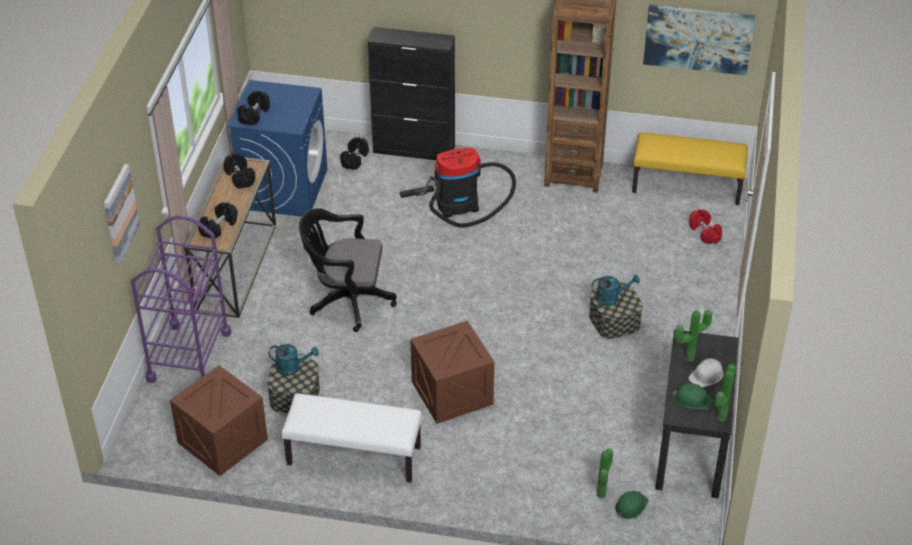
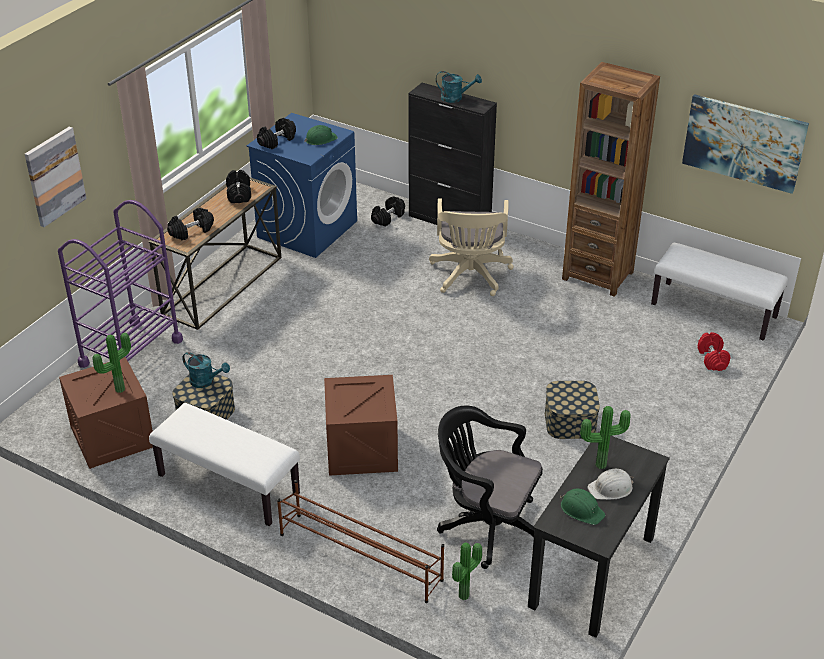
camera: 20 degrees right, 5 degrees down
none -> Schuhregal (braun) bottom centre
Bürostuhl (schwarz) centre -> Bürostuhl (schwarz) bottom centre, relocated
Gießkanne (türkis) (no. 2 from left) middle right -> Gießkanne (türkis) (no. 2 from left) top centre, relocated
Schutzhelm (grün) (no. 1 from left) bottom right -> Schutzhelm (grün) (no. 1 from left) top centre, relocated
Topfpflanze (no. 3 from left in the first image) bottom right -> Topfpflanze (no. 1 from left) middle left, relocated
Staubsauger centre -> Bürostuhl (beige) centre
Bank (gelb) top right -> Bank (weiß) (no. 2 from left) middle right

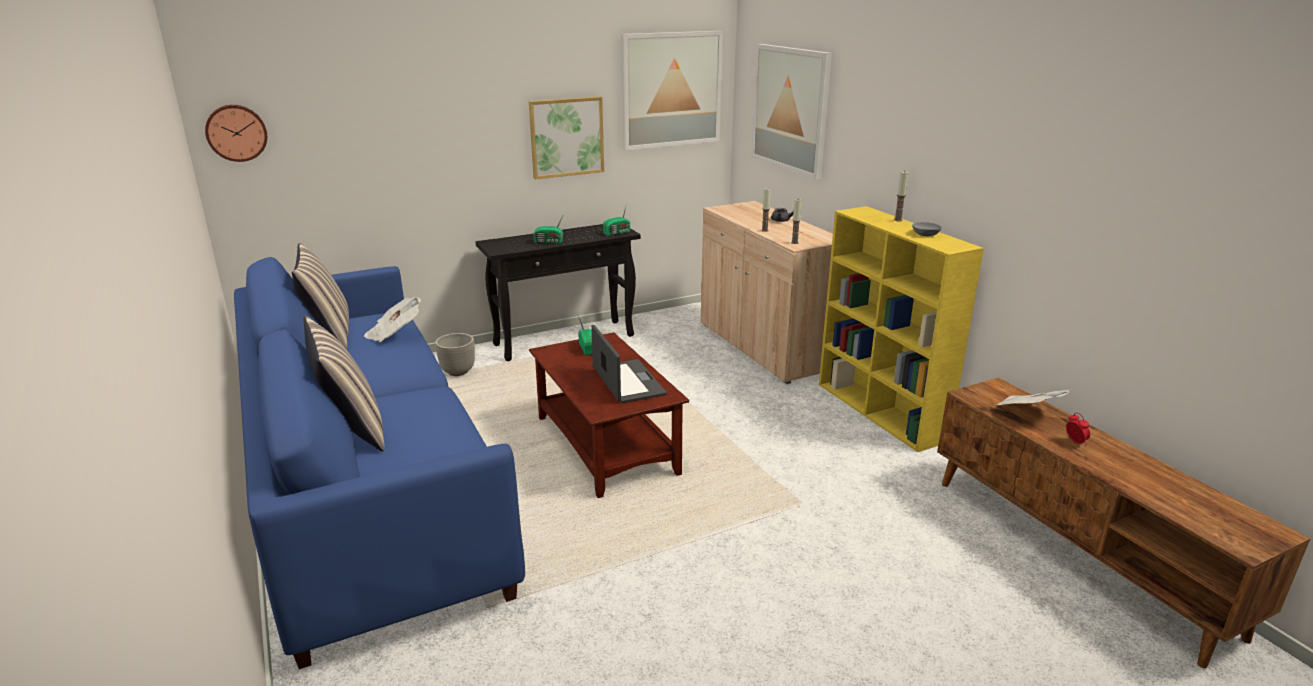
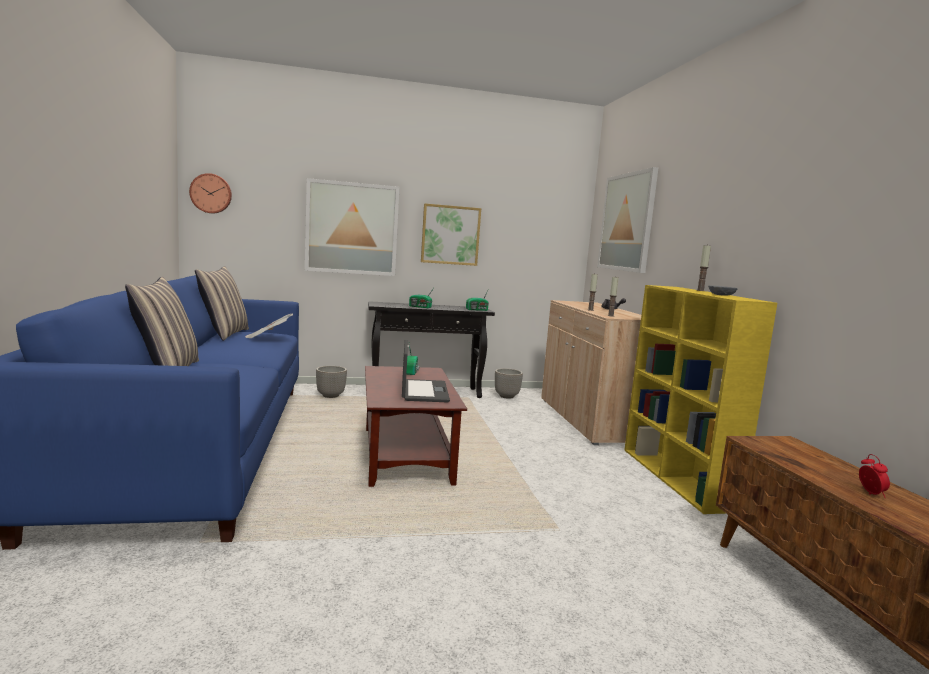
camera: 15 degrees right, 15 degrees down
Zeitung (no. 2 from left) middle right -> none
none -> Pflanzkübel (no. 2 from left) centre
Bild (no. 2 from left in the first image) top centre -> Bild (no. 1 from left) centre, relocated

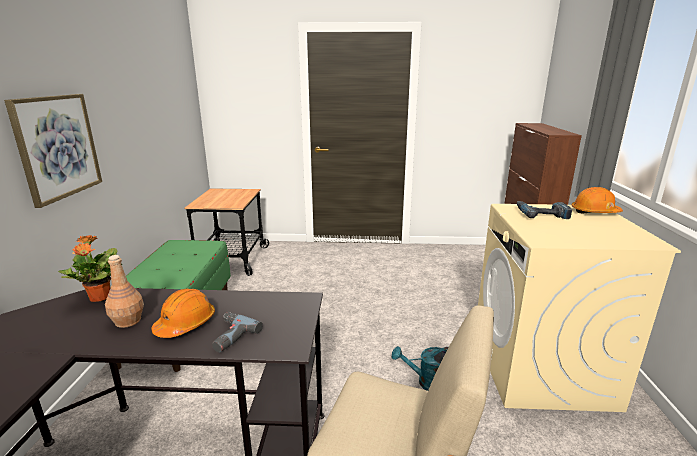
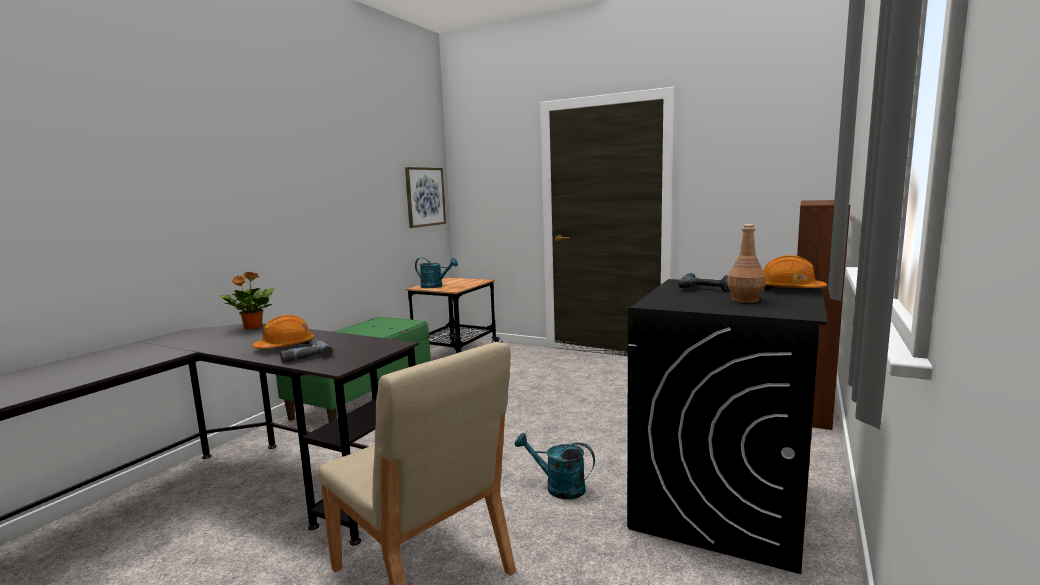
camera: 25 degrees right, 10 degrees down
none -> Gießkanne (türkis) (no. 1 from left) centre
Bild top left -> Bild centre, relocated
Flasche (braun) middle left -> Flasche (braun) middle right, relocated
Waschmaschine (beige) bottom right -> Waschmaschine (schwarz) bottom right

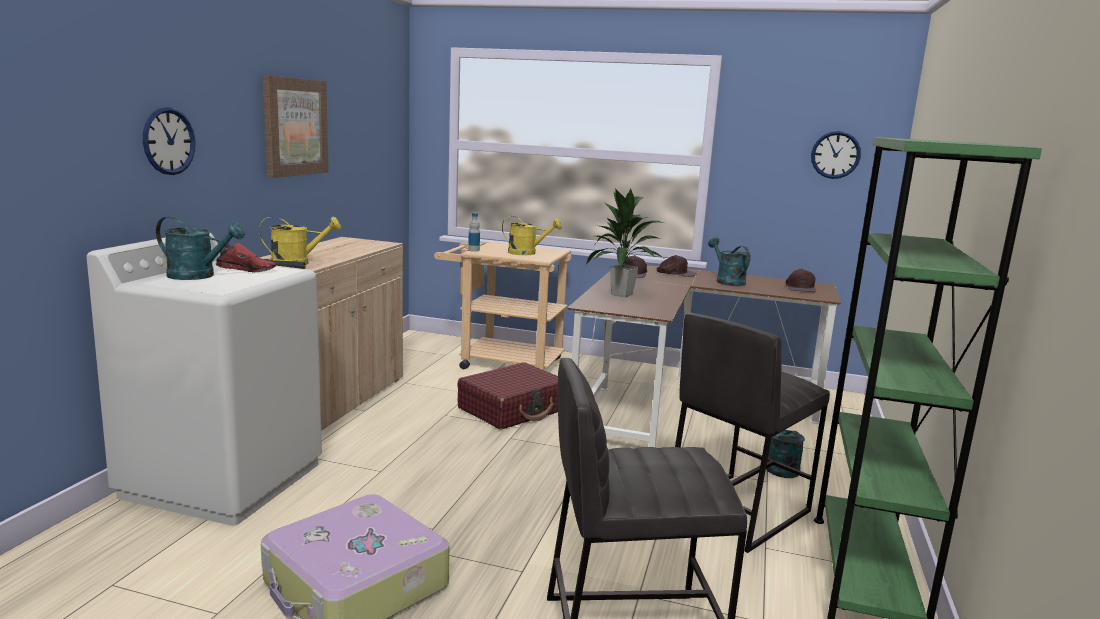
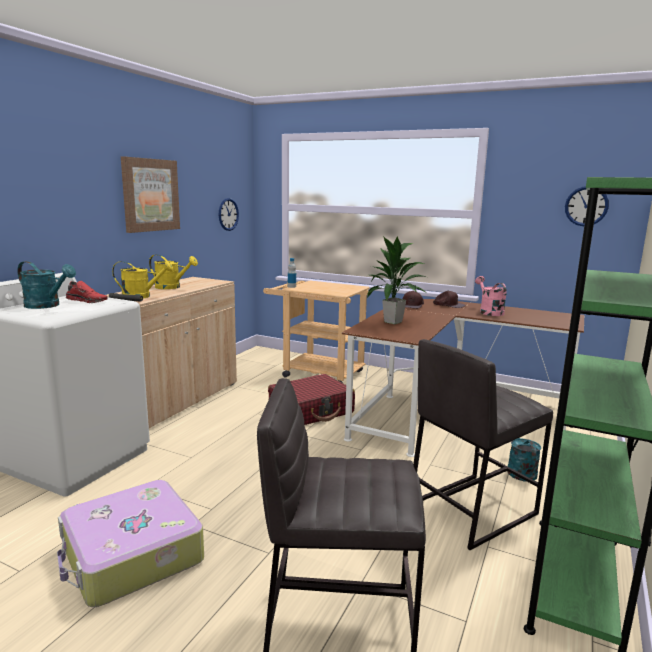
camera: 10 degrees right, 0 degrees up
Kappe (braun) (no. 3 from left) middle right -> none
Wanduhr (no. 1 from left) top left -> Wanduhr (no. 1 from left) top centre, relocated
Gießkanne (gelb) (no. 2 from left) centre -> Gießkanne (gelb) (no. 2 from left) middle left, relocated
Gießkanne (türkis) (no. 2 from left) centre -> Gießkanne (rosa) middle right

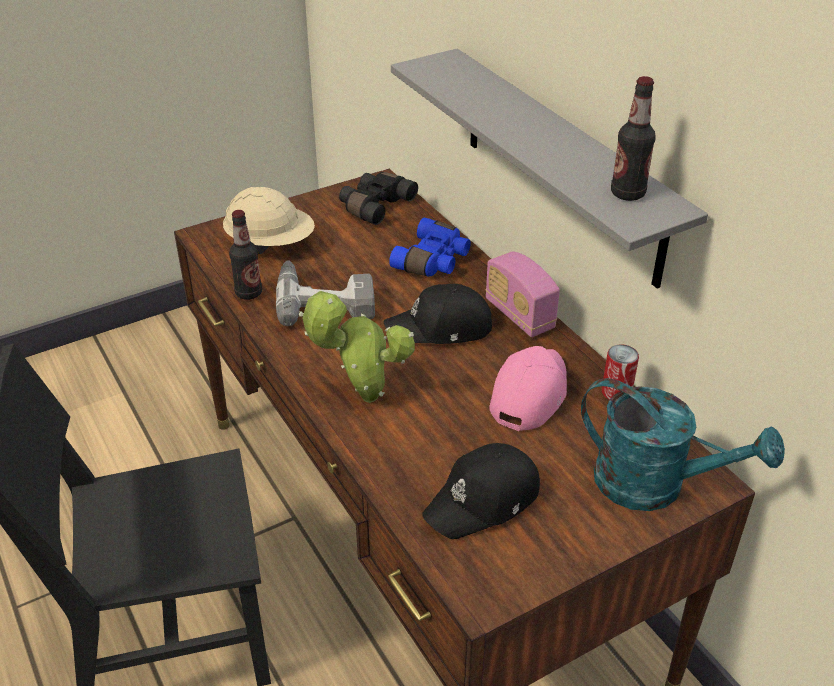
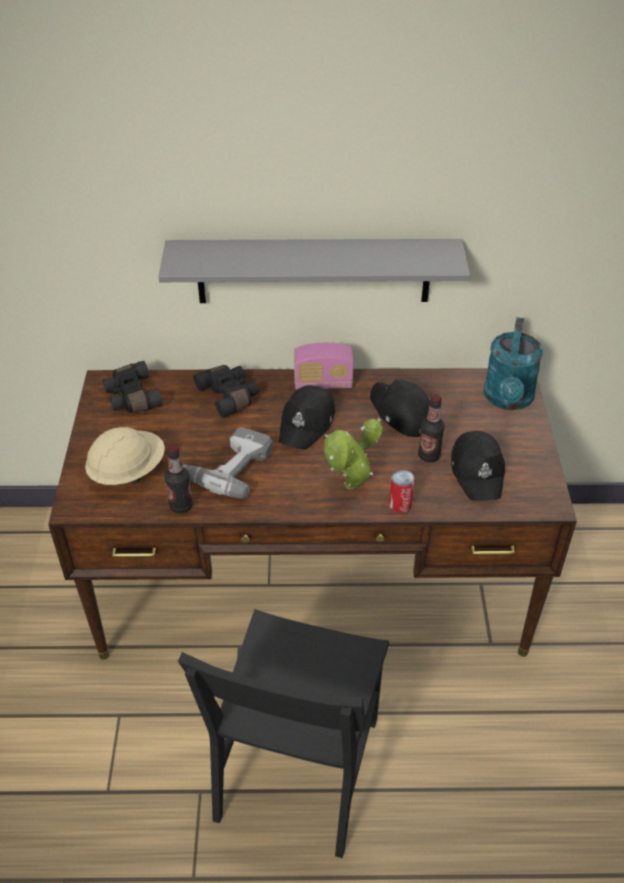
camera: 60 degrees left, 5 degrees up
Dose middle right -> Dose centre, relocated
Flasche (no. 2 from left) top right -> Flasche (no. 2 from left) middle right, relocated
Fernglas (blau) centre -> Fernglas (schwarz) (no. 2 from left) centre
Kappe (rosa) centre -> Kappe (schwarz) (no. 2 from left) centre
Gießkanne (türkis) middle right, 135 degrees clockwise

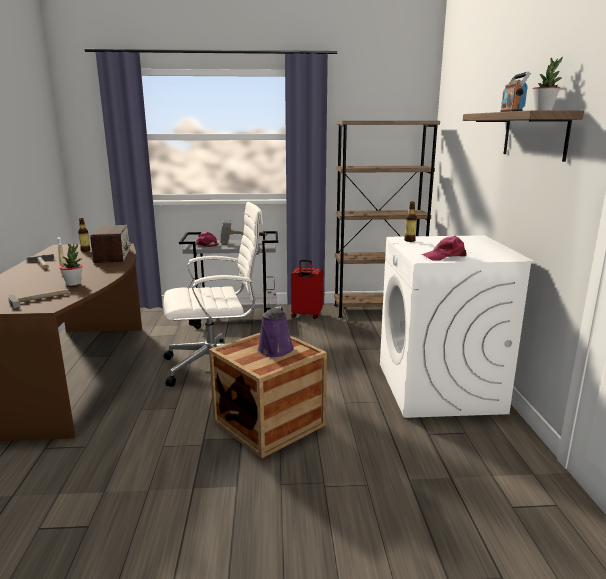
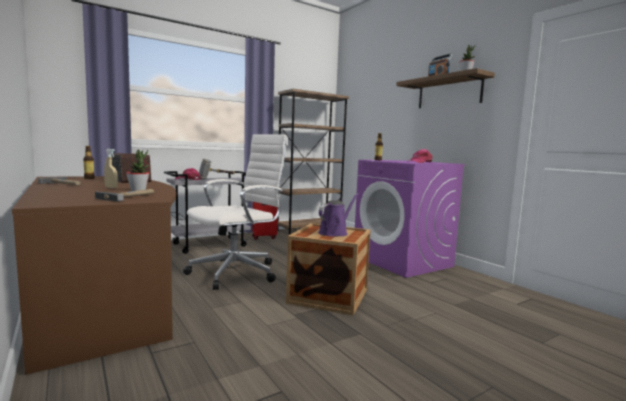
camera: 30 degrees left, 10 degrees down
Waschmaschine (weiß) middle right -> Waschmaschine (lila) centre
Gießkanne (lila) centre, 120 degrees counterclockwise

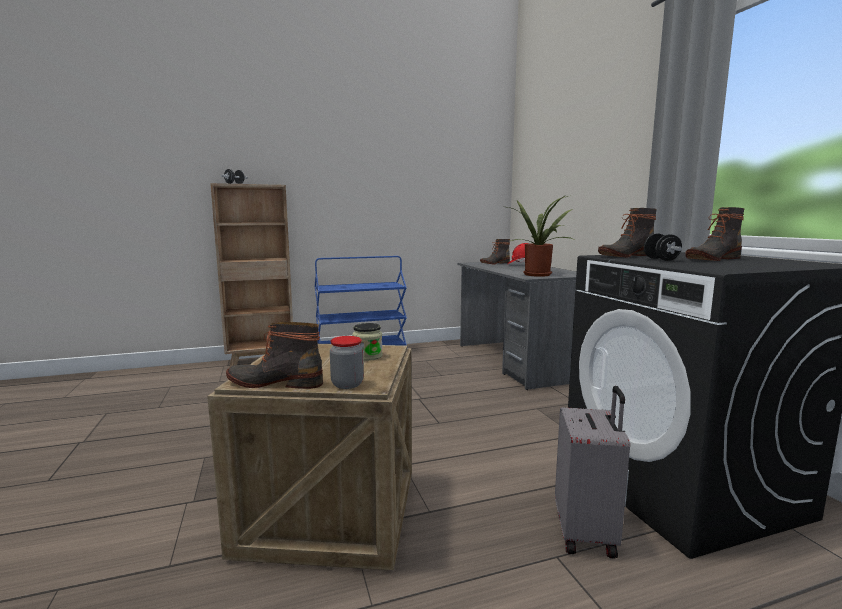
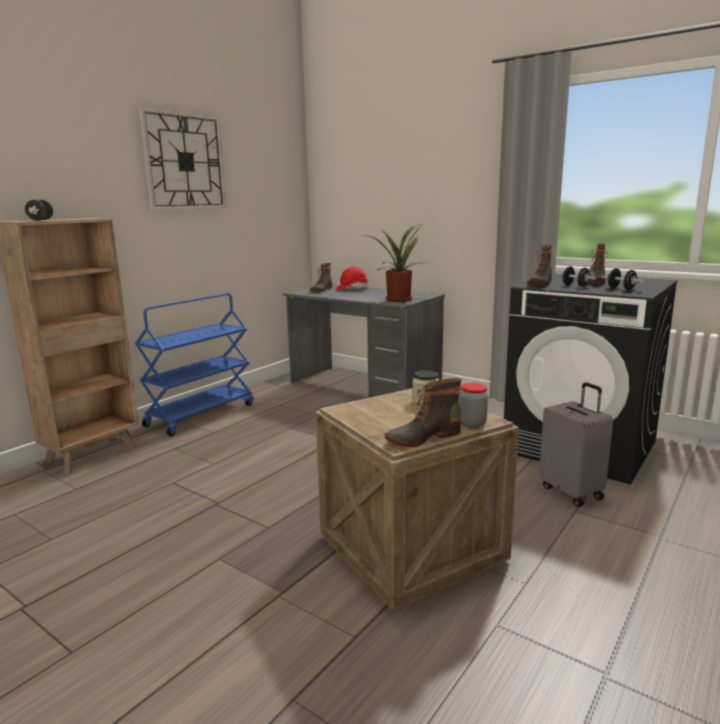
camera: 35 degrees left, 5 degrees up
none -> Wanduhr top left
none -> Hantel (schwarz) (no. 3 from left) middle right

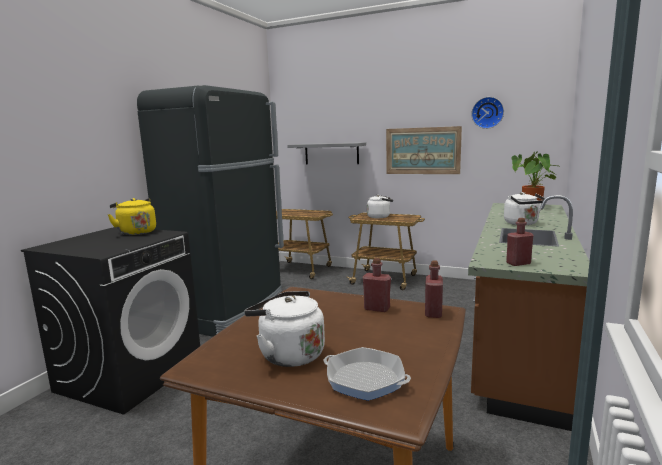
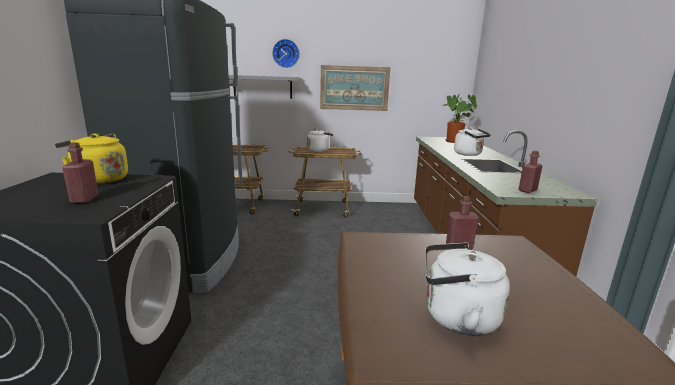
camera: 25 degrees left, 5 degrees up
Pfanne bottom centre -> none
Flasche (rot) (no. 2 from left in the first image) centre -> Flasche (rot) (no. 1 from left) middle left, relocated
Wanduhr top right -> Wanduhr top centre, relocated

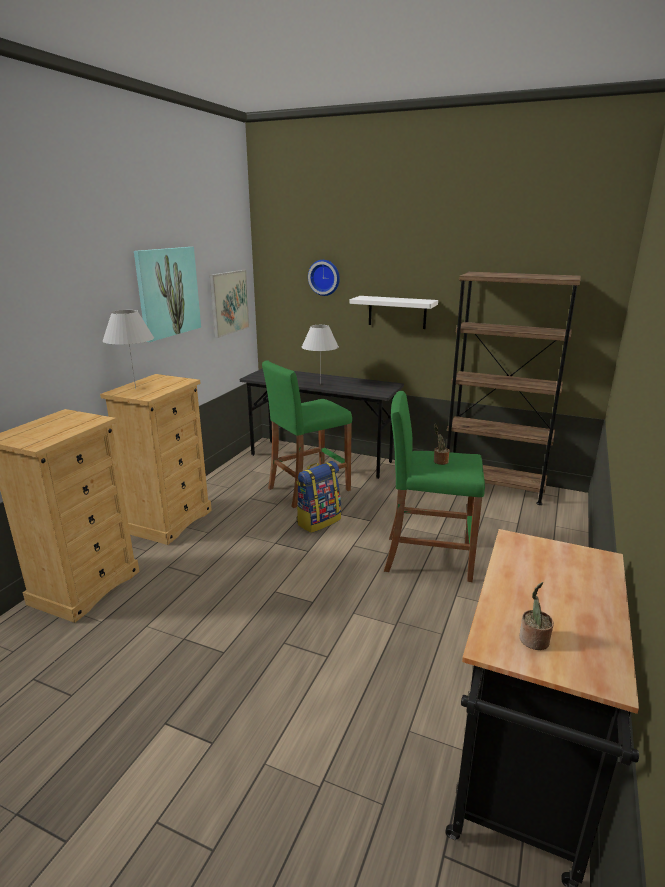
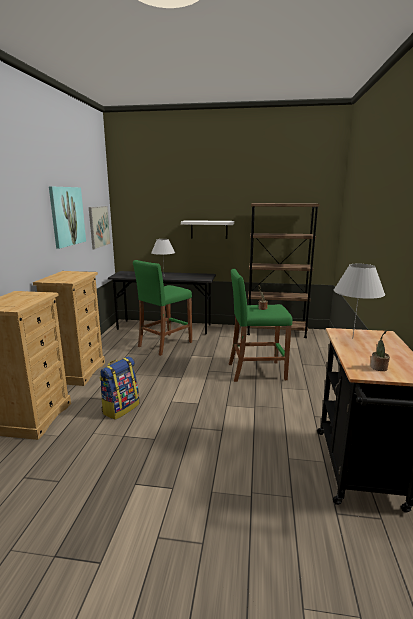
camera: 15 degrees left, 5 degrees down
Wanduhr top centre -> none
Tischlampe (weiß) (no. 1 from left in the first image) middle left -> Tischlampe (weiß) (no. 2 from left) middle right, relocated
Rucksack centre -> Rucksack middle left, relocated

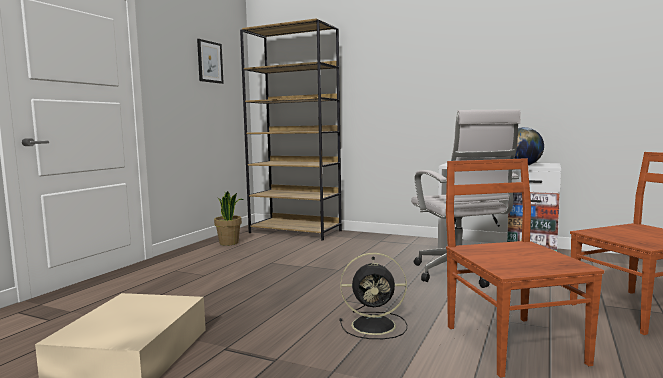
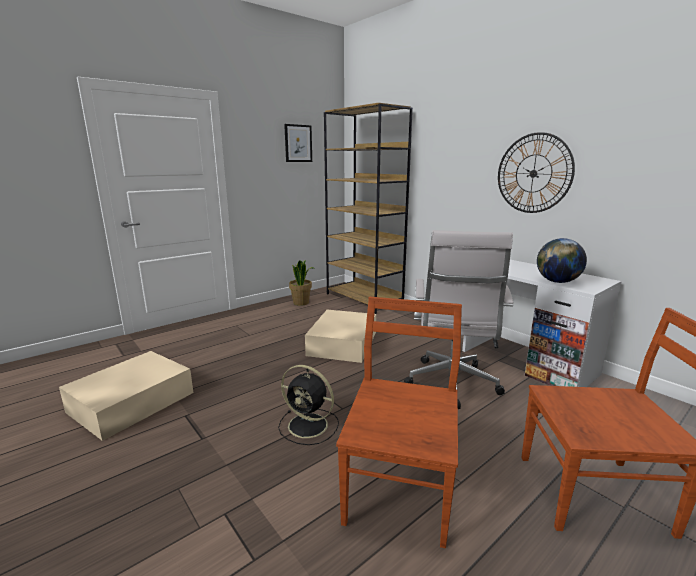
camera: 25 degrees right, 10 degrees up
none -> Aufbewahrungsbox (beige) (no. 2 from left) centre
none -> Wanduhr top right

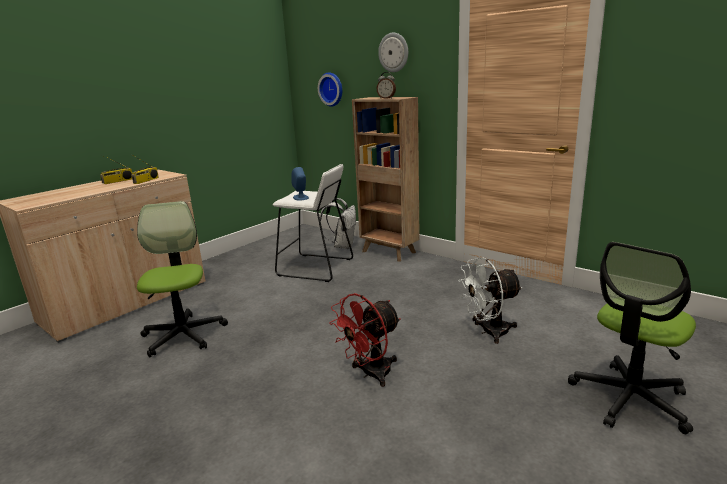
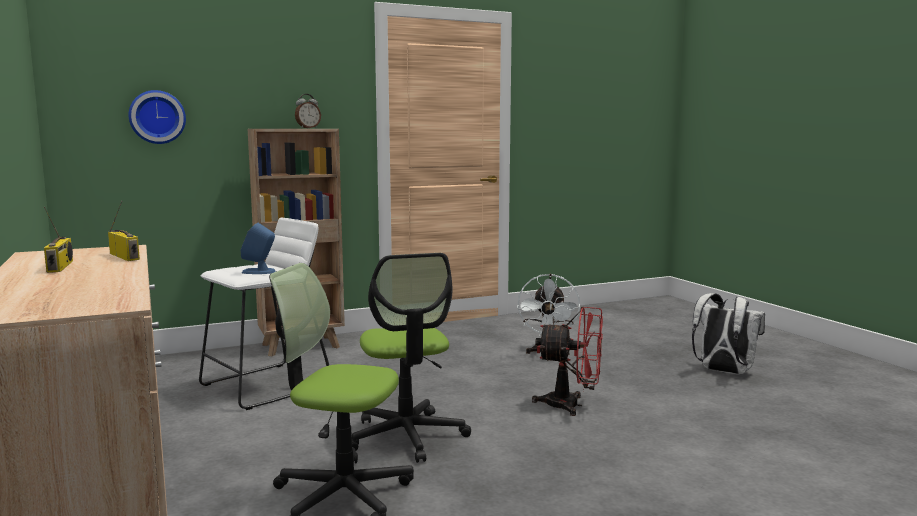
camera: 65 degrees left, 10 degrees down
Wanduhr (no. 2 from left) top centre -> none
Rucksack (weiß) centre -> Rucksack (weiß) middle right, relocated
Bürostuhl (no. 2 from left) bottom right -> Bürostuhl (no. 2 from left) bottom centre, relocated
Ventilator (rot) bottom centre, 60 degrees counterclockwise

